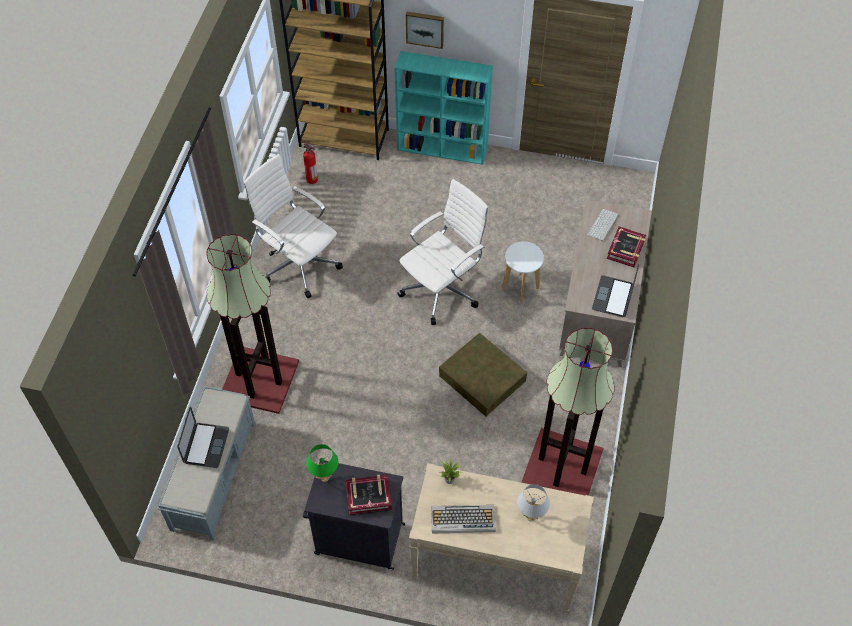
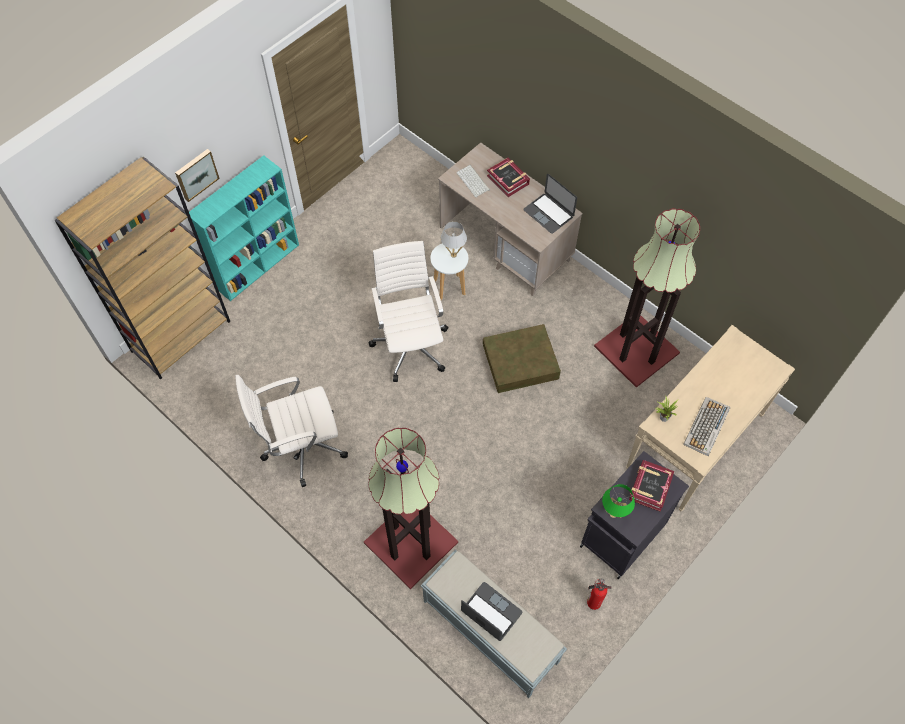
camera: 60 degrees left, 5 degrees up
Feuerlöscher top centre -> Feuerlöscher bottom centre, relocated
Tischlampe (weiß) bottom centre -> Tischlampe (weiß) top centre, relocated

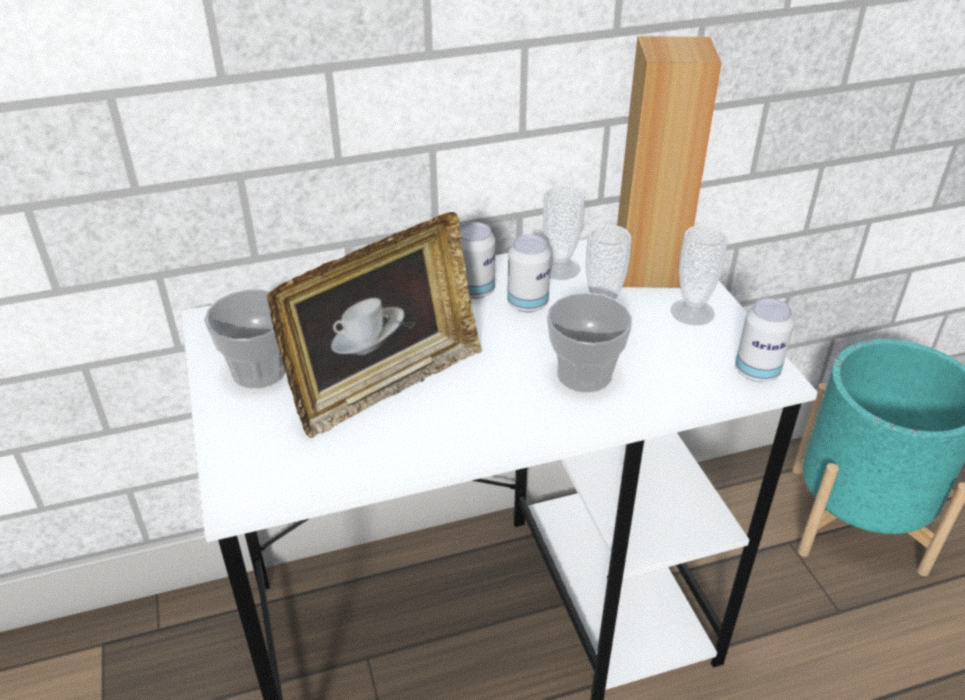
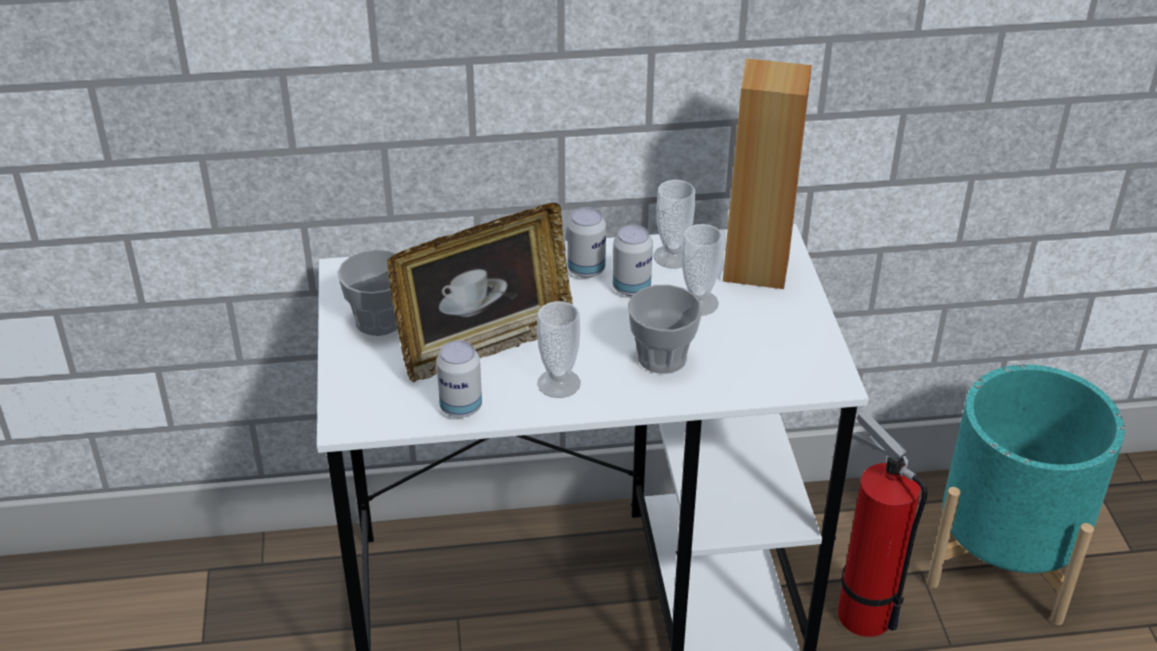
camera: 10 degrees right, 0 degrees up
none -> Feuerlöscher bottom right
Tasse (no. 5 from left in the first image) middle right -> Tasse (no. 2 from left) centre, relocated
Dose (no. 3 from left in the first image) middle right -> Dose (no. 1 from left) centre, relocated

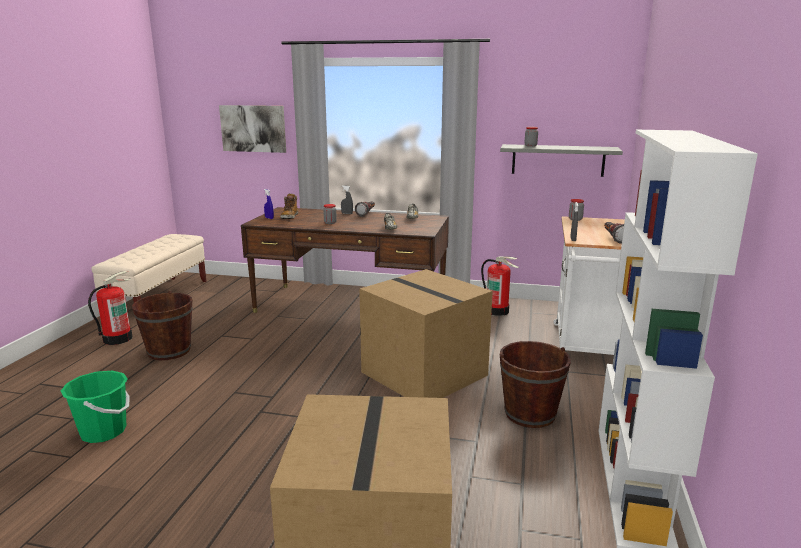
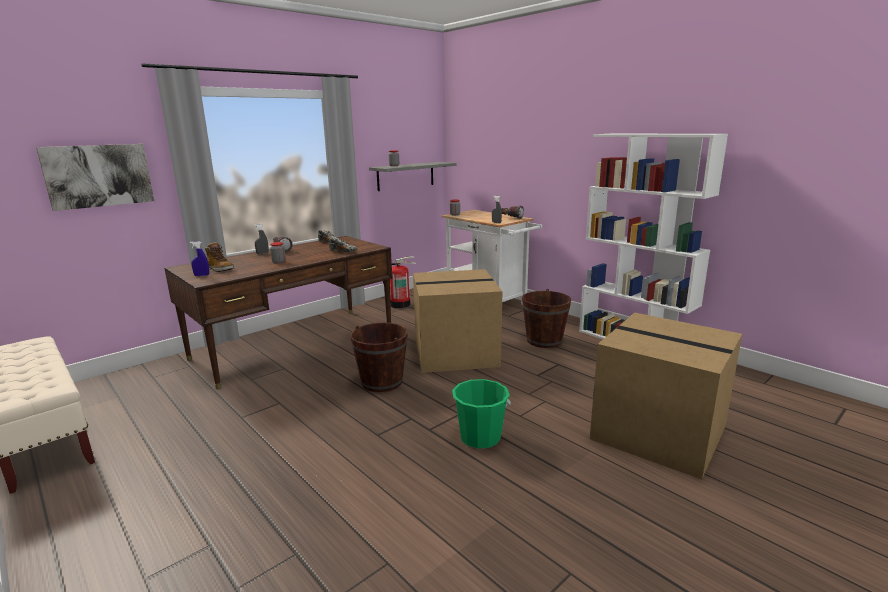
camera: 55 degrees left, 0 degrees up
Feuerlöscher (no. 1 from left) middle left -> none
Eimer (grün) bottom left -> Eimer (grün) bottom centre, relocated
Eimer (braun) (no. 1 from left) middle left -> Eimer (braun) (no. 1 from left) centre, relocated

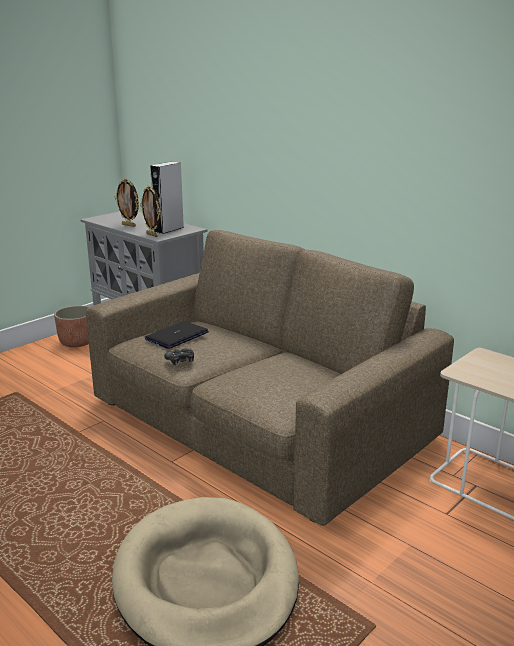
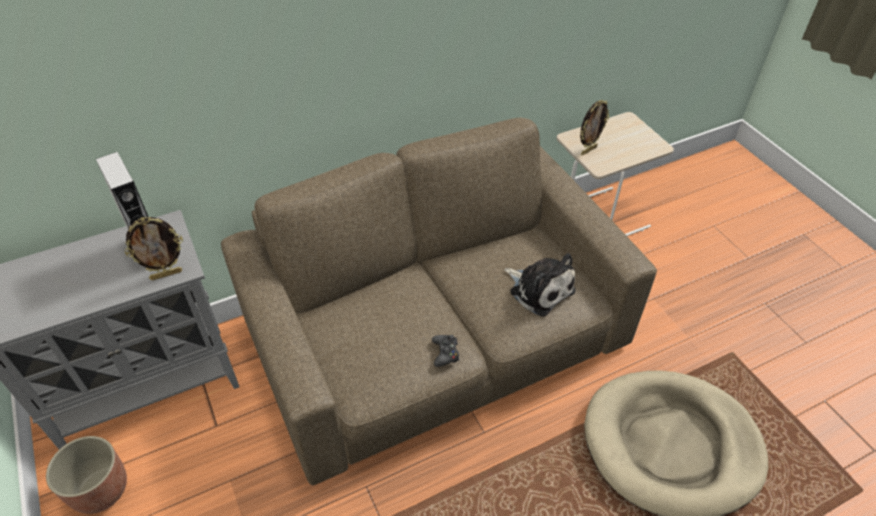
camera: 70 degrees left, 25 degrees up
Laptop centre -> none
none -> Plüschtier centre
Bilderrahmen (no. 1 from left in the first image) top left -> Bilderrahmen (no. 2 from left) top right, relocated

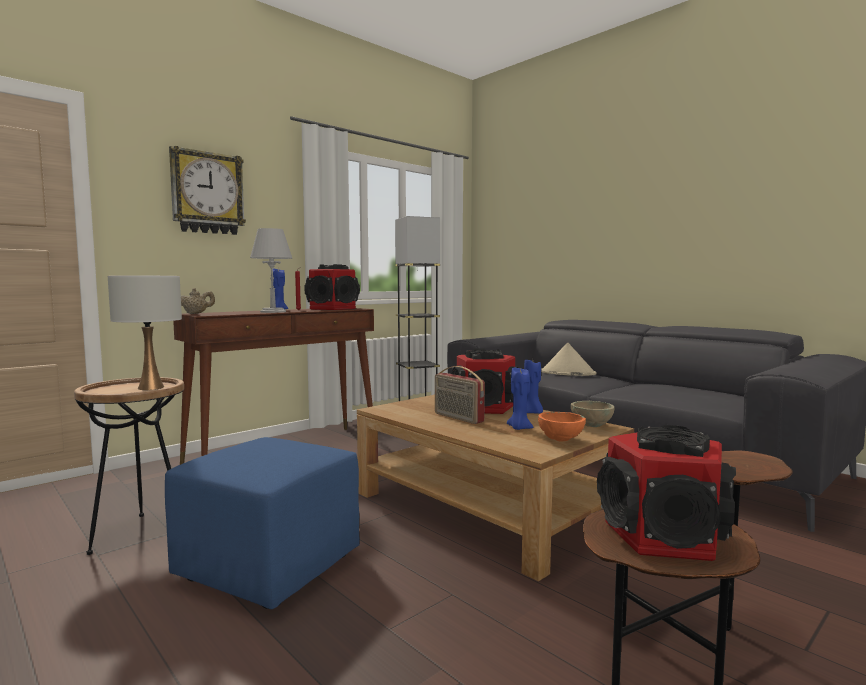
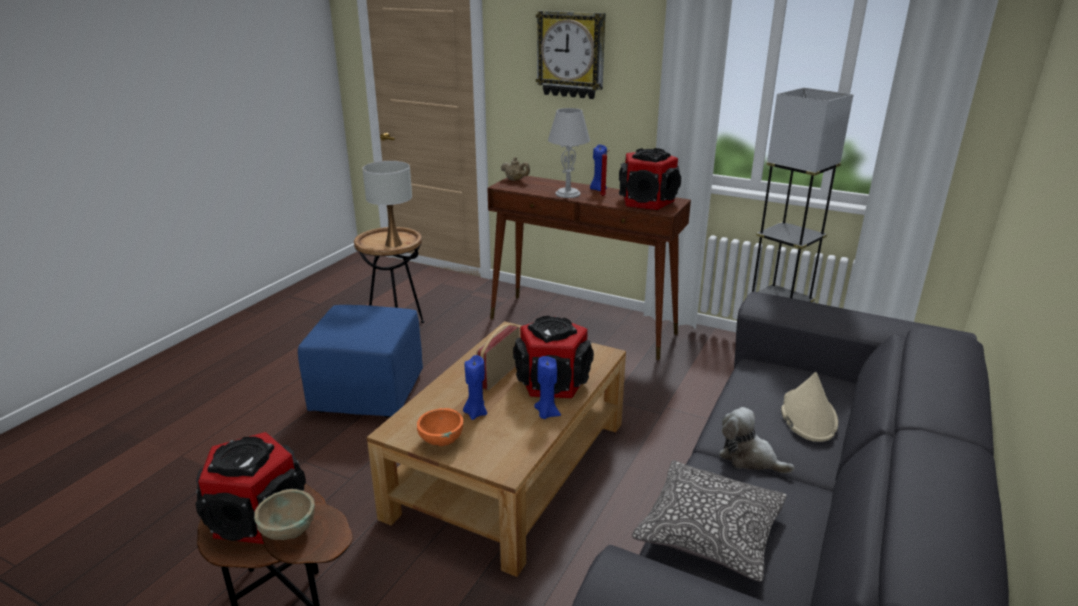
camera: 70 degrees right, 20 degrees up
none -> Kissen bottom centre
none -> Plüschtier bottom right
Schüssel (beige) middle right -> Schüssel (beige) bottom left, relocated

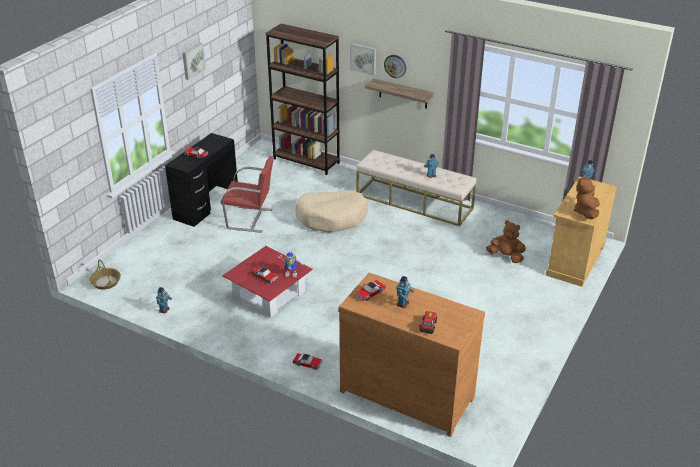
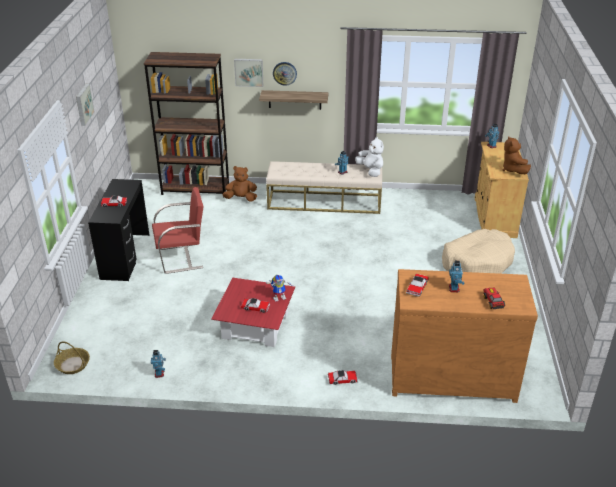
camera: 25 degrees left, 0 degrees up
none -> Plüschtier (weiß) top centre
Hundebett (beige) centre -> Hundebett (beige) middle right, relocated
Plüschtier (braun) (no. 1 from left) middle right -> Plüschtier (braun) (no. 1 from left) centre, relocated

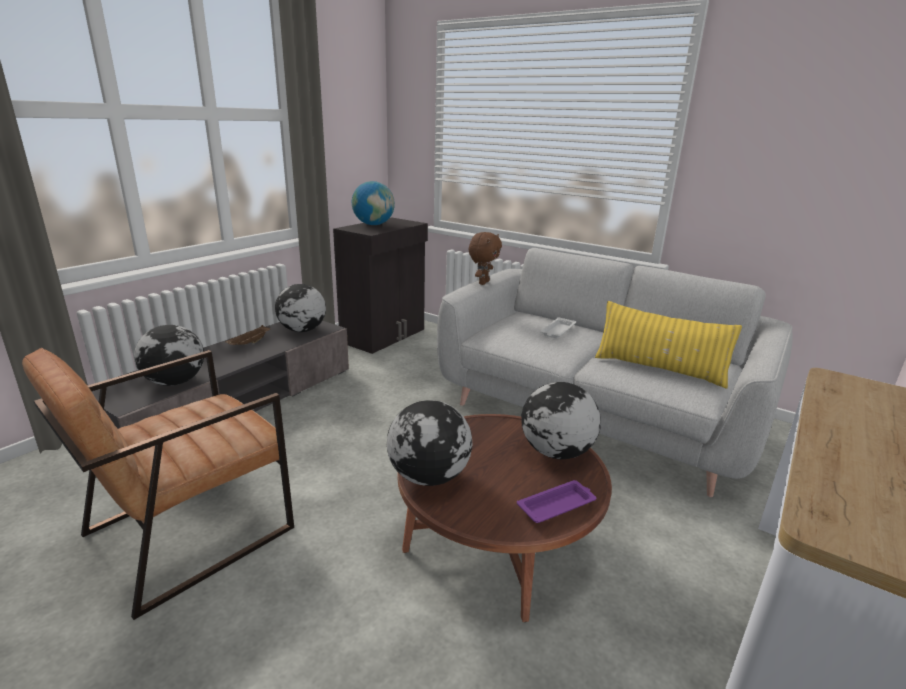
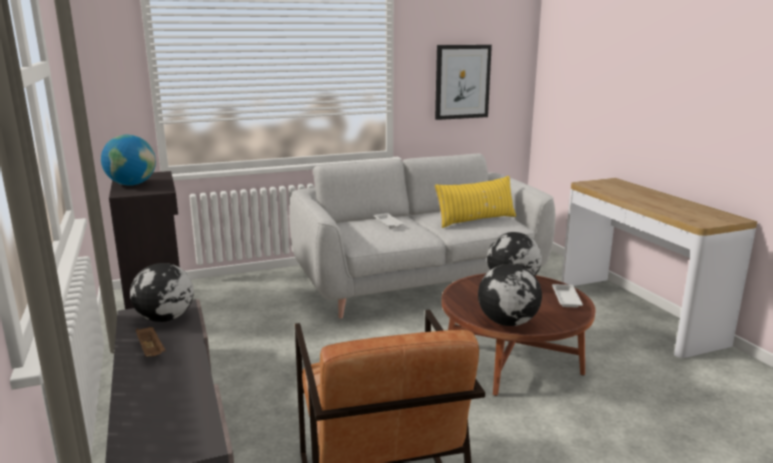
camera: 55 degrees left, 5 degrees down
Globus (no. 1 from left) middle left -> none
Plüschtier (braun) centre -> none
none -> Bild top centre
Tablett (lila) bottom centre -> Tablett (weiß) (no. 2 from left) middle right

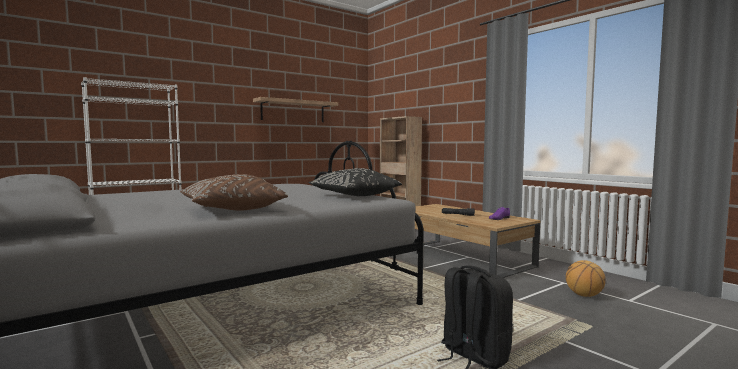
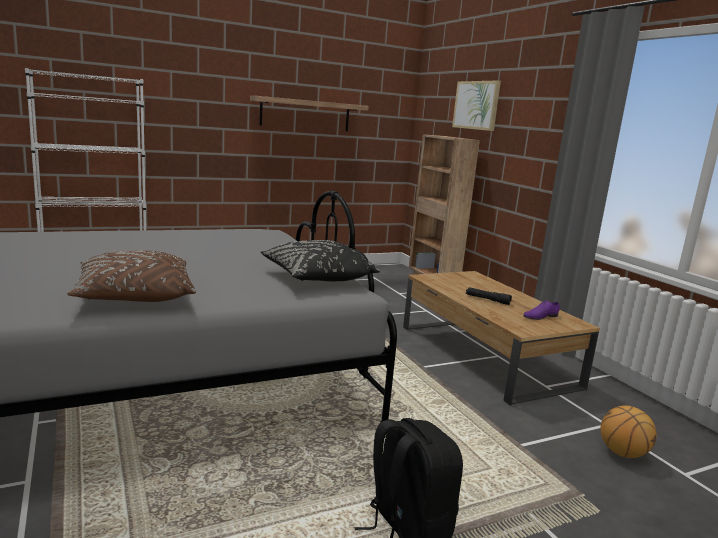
camera: 10 degrees right, 10 degrees up
none -> Bild top centre

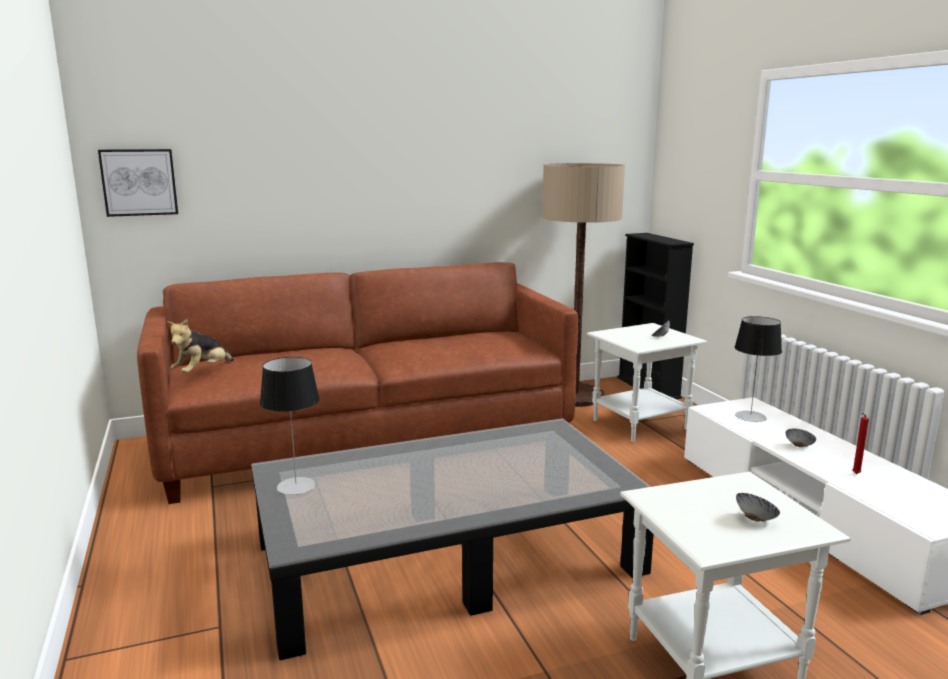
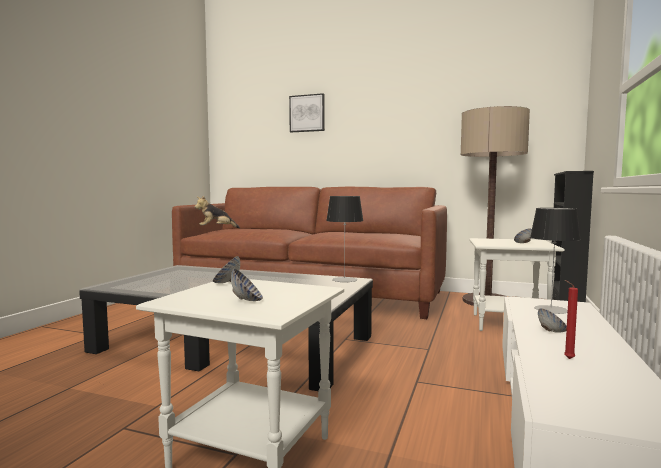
camera: 40 degrees right, 10 degrees down
none -> Schüssel (no. 1 from left) centre
Bild top left -> Bild top centre, relocated
Tischlampe (no. 1 from left) middle left -> Tischlampe (no. 1 from left) centre, relocated

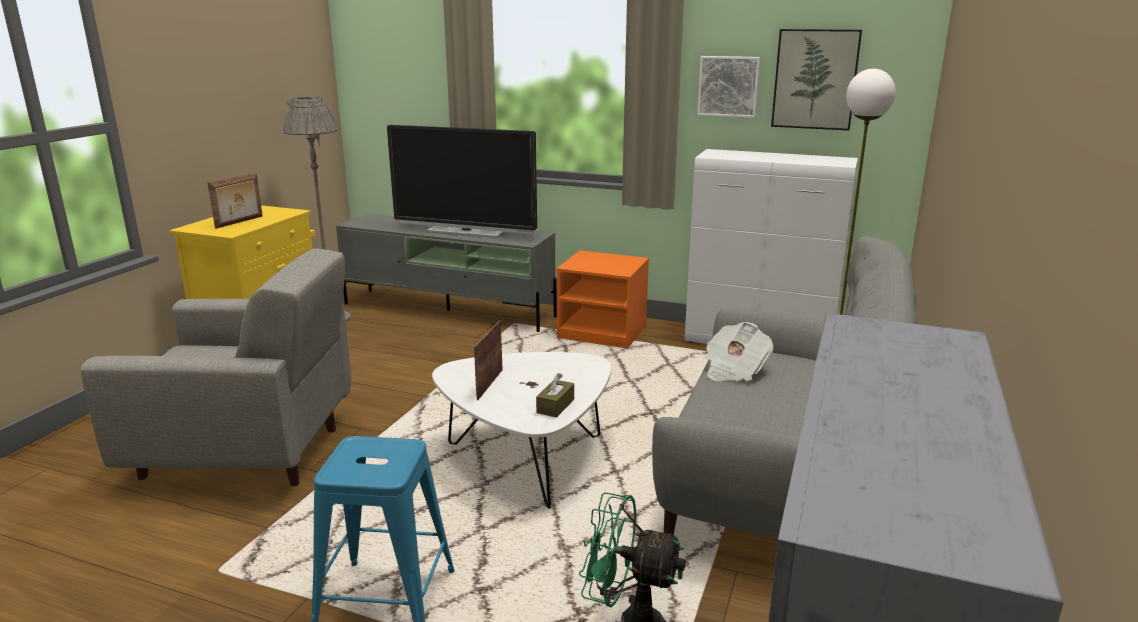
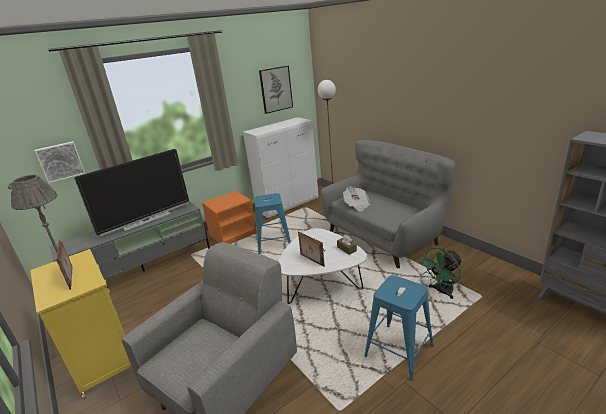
camera: 55 degrees left, 5 degrees up
none -> Hocker (blau) (no. 1 from left) centre
Bild (no. 1 from left) top centre -> Bild (no. 1 from left) middle left, relocated

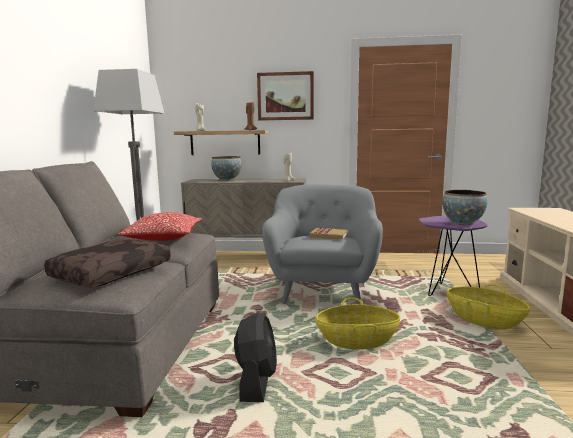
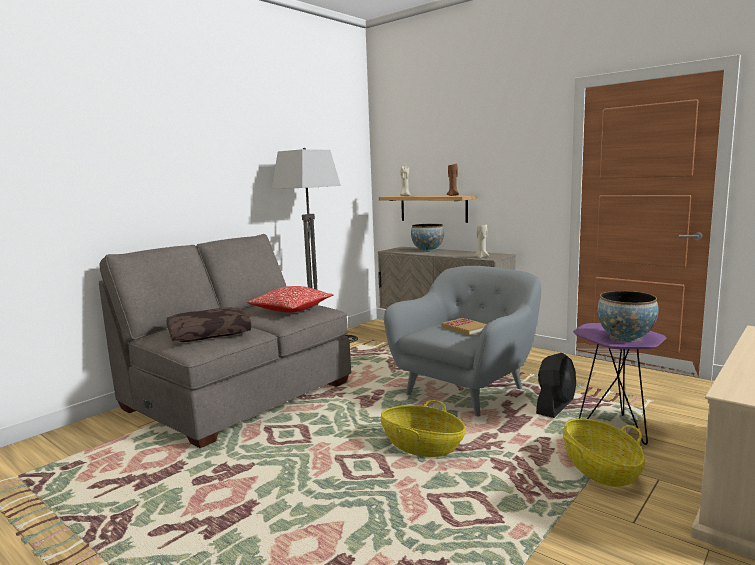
camera: 35 degrees right, 0 degrees up
Bild top centre -> none
Ventilator (schwarz) bottom centre -> Ventilator (schwarz) bottom right, relocated

